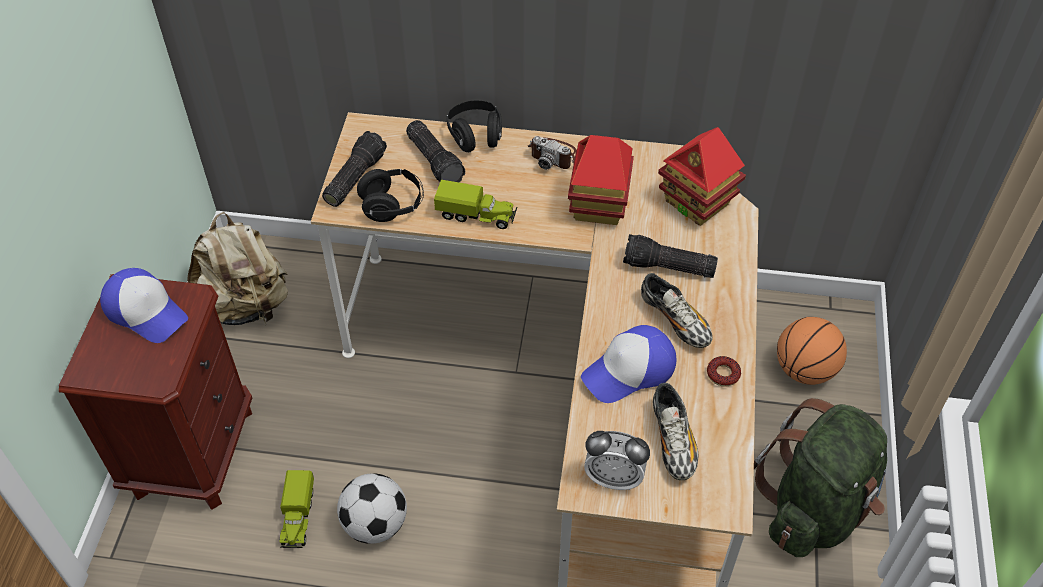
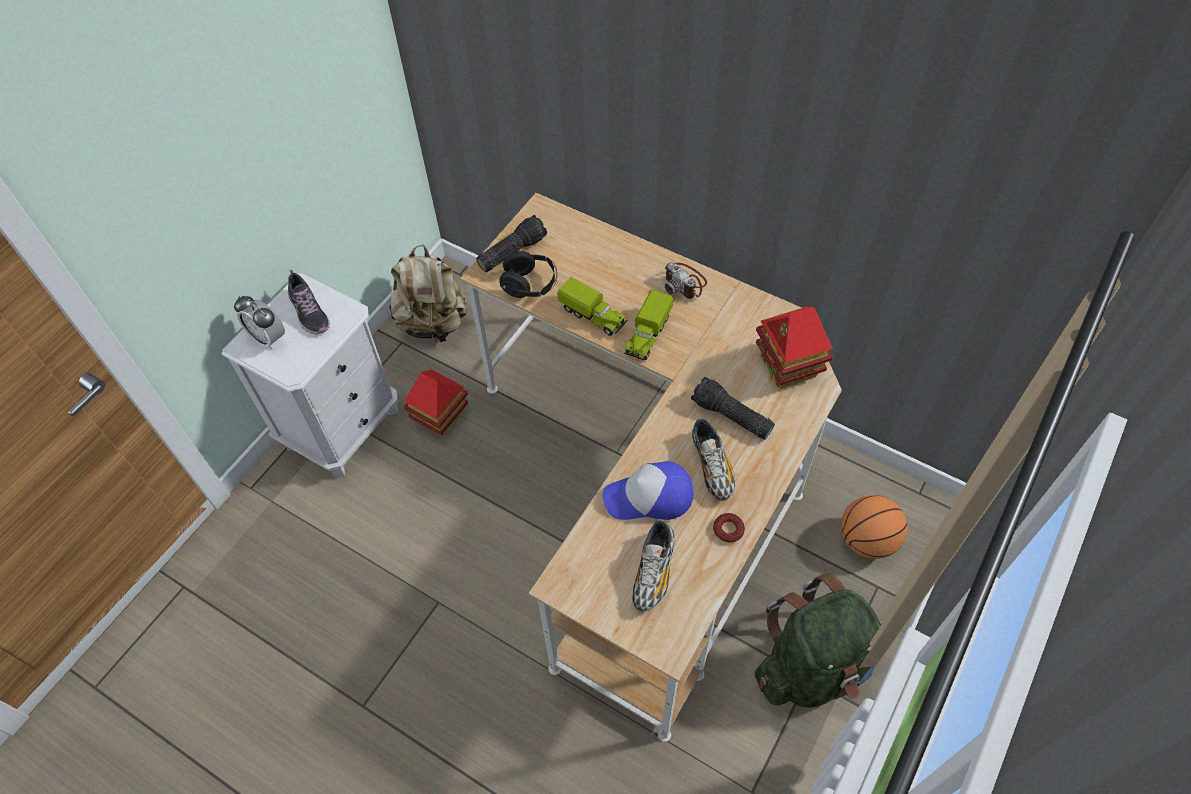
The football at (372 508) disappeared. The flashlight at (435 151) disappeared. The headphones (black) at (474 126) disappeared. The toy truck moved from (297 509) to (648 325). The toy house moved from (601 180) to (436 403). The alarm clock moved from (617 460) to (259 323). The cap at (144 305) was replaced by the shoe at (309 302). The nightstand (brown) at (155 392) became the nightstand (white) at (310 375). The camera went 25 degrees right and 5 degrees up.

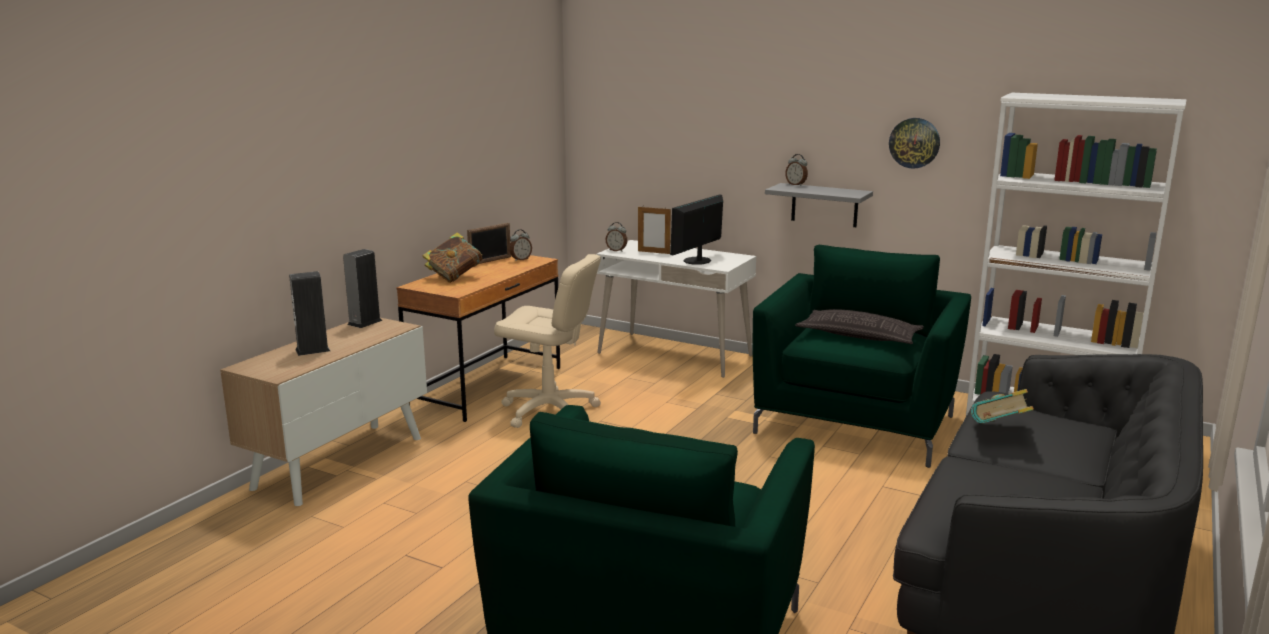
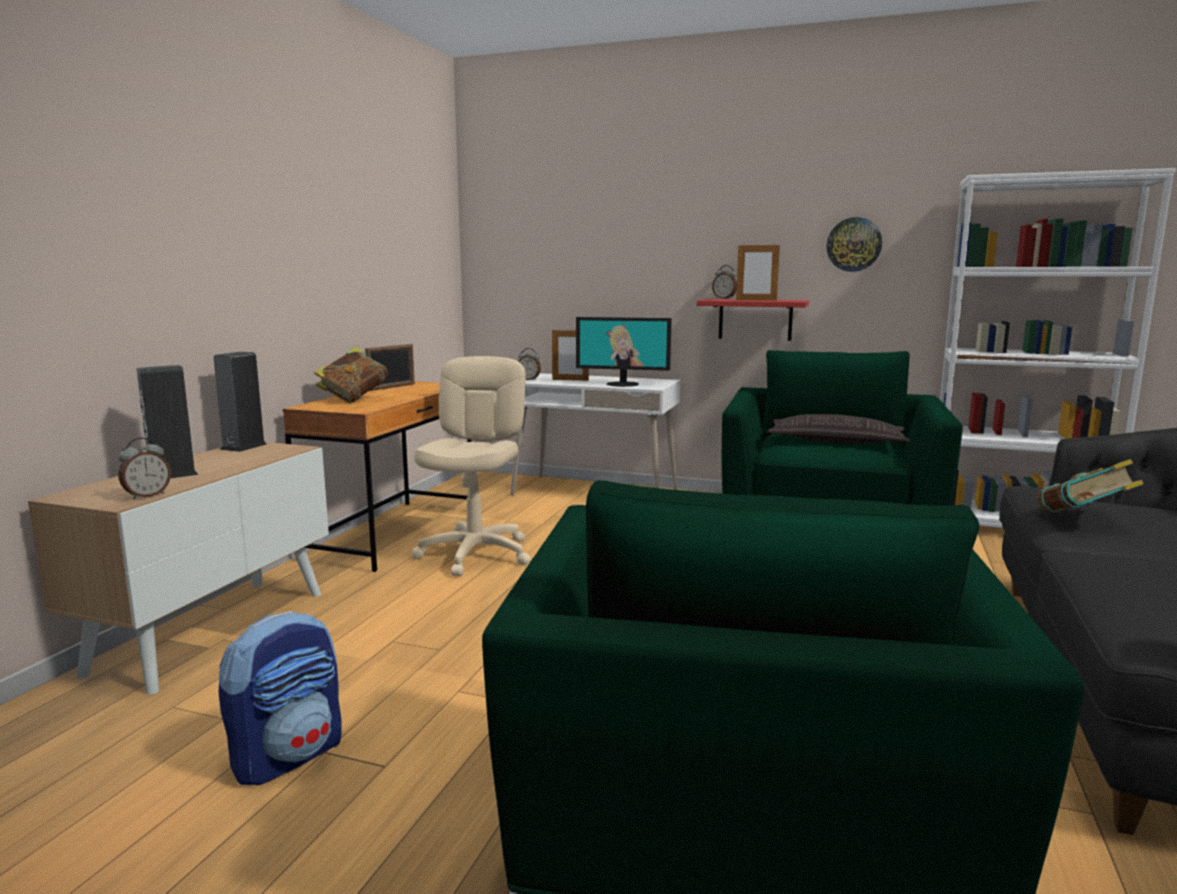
The backpack at (280 698) appeared. The picture frame at (758 271) appeared. The alarm clock moved from (520 245) to (144 469). The shelf (grey) at (819 205) became the shelf (red) at (753 320). The office chair (beige) at (547 341) turned 90 degrees counterclockwise. The monitor at (696 229) turned 105 degrees counterclockwise. The camera went 10 degrees left and 5 degrees down.

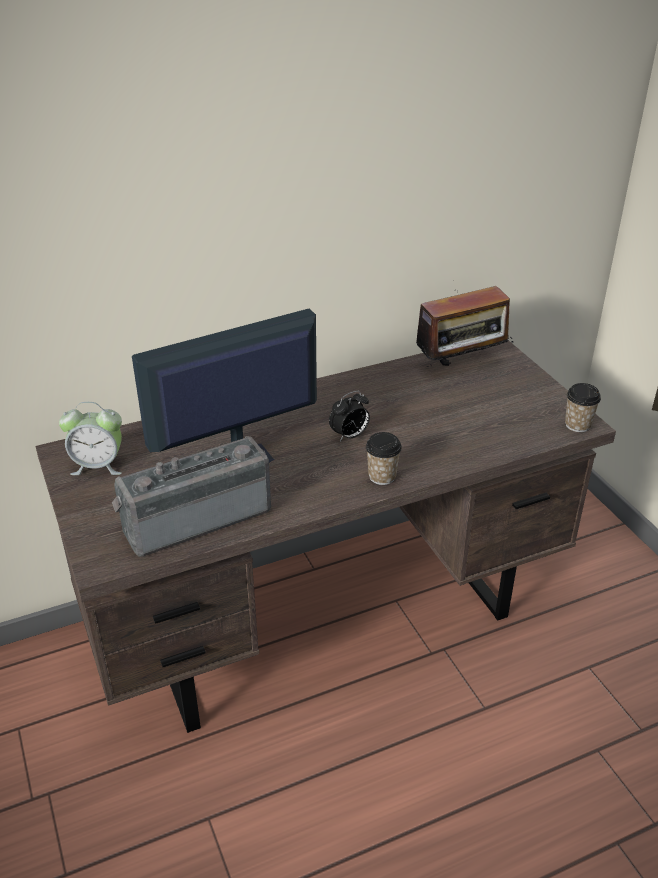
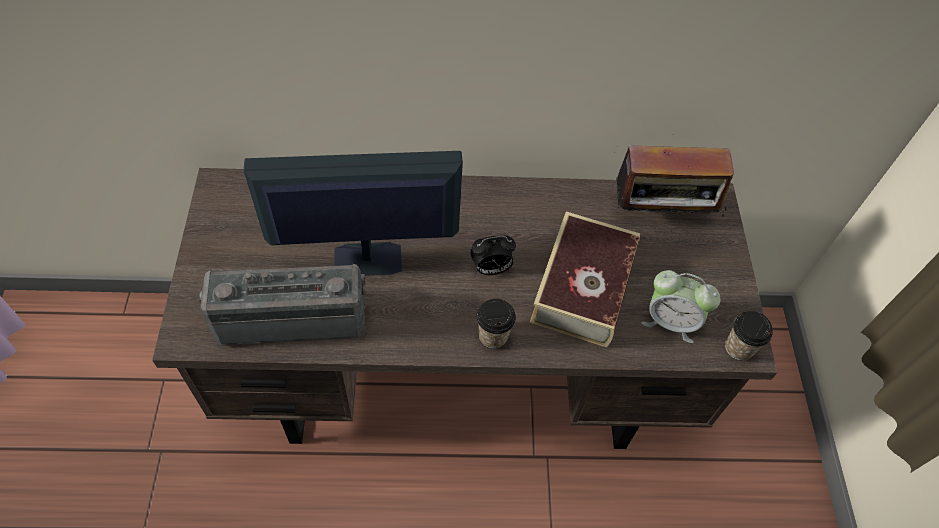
The book at (584 279) appeared. The alarm clock moved from (90 438) to (681 306). The camera went 20 degrees right and 20 degrees up.

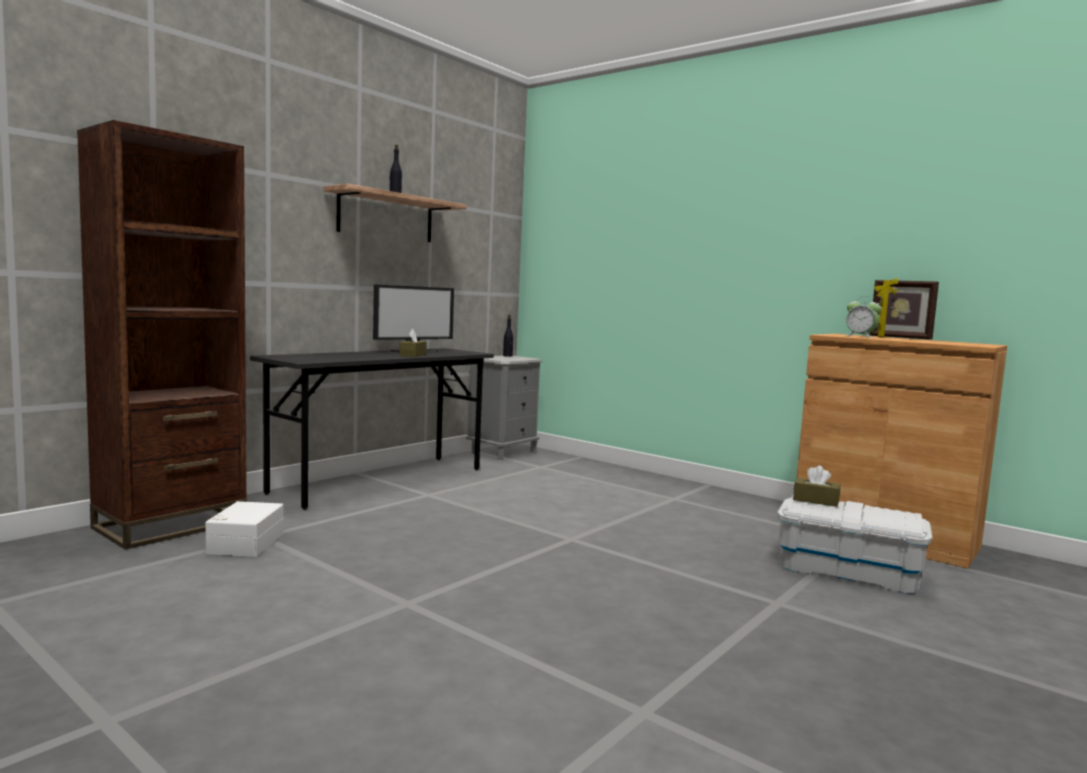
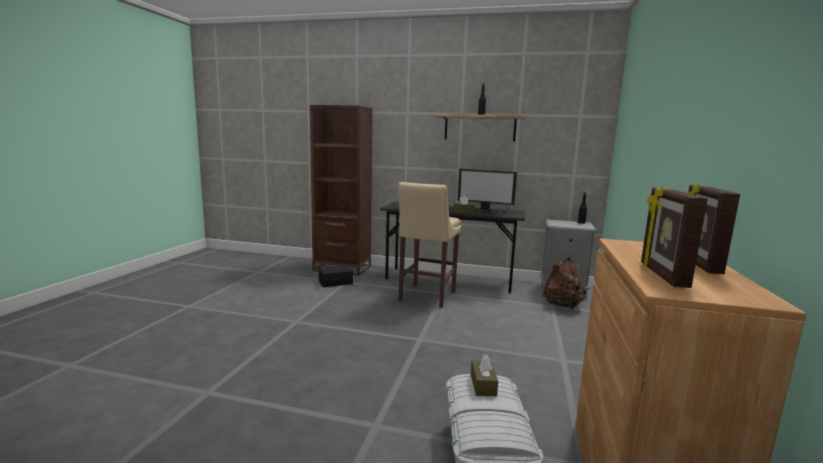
The alarm clock at (864 317) disappeared. The stool (beige) at (429 245) appeared. The backpack (brown) at (564 283) appeared. The picture frame at (674 237) appeared. The storage box (white) at (244 529) became the storage box (black) at (335 276). The camera went 65 degrees right and 5 degrees up.

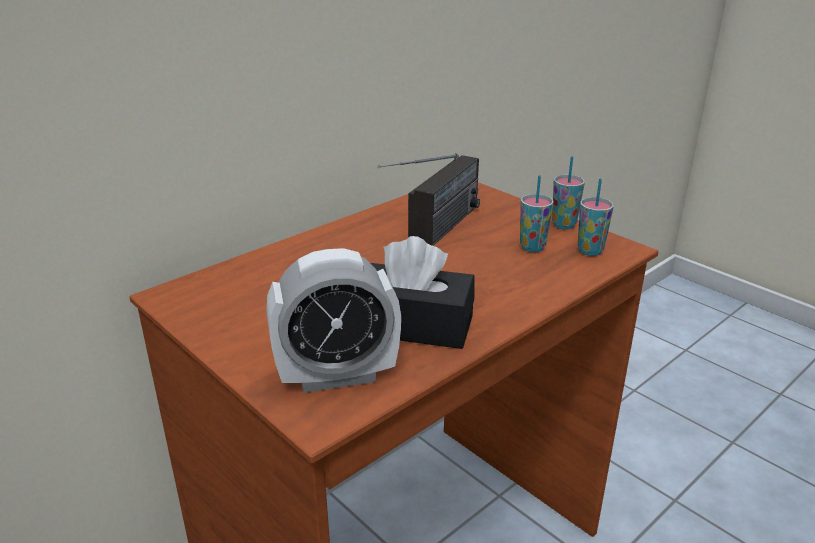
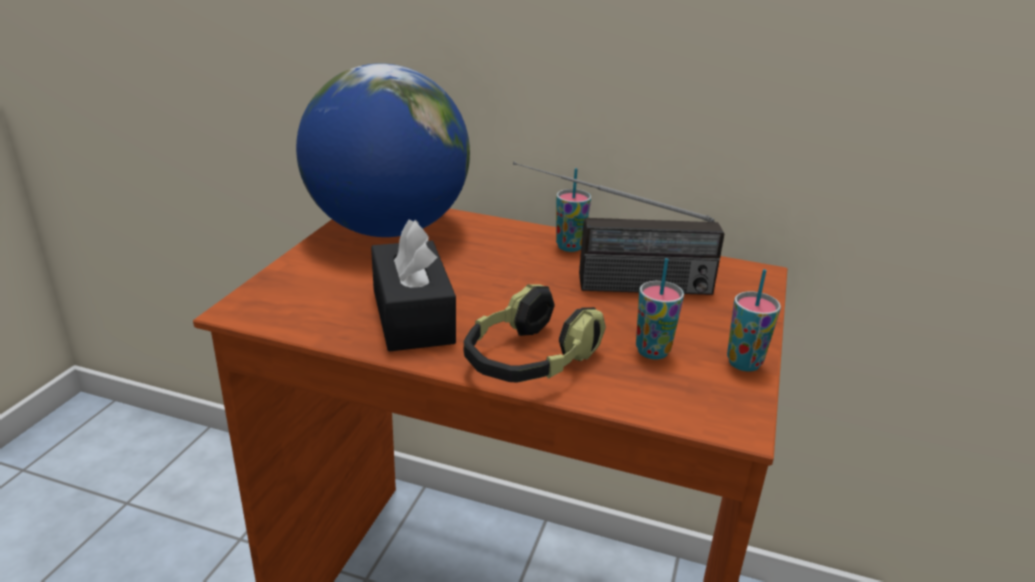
The alarm clock at (333 320) disappeared. The globe at (383 150) appeared. The headphones at (535 333) appeared. The cup moved from (596 217) to (573 210). The camera went 60 degrees right and 0 degrees up.

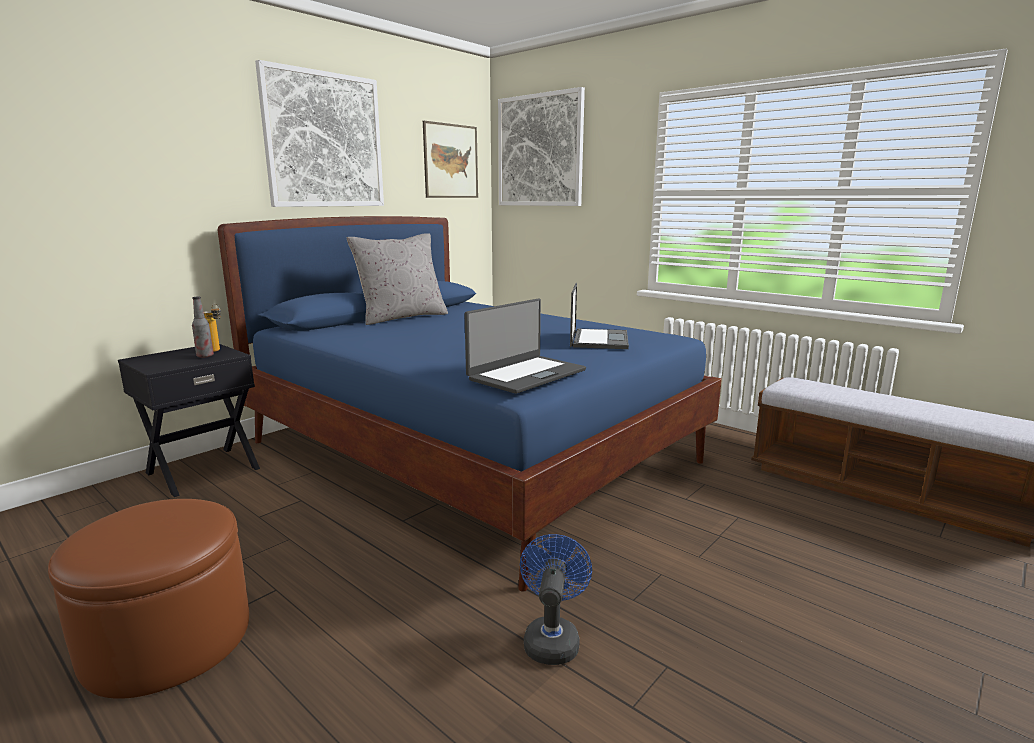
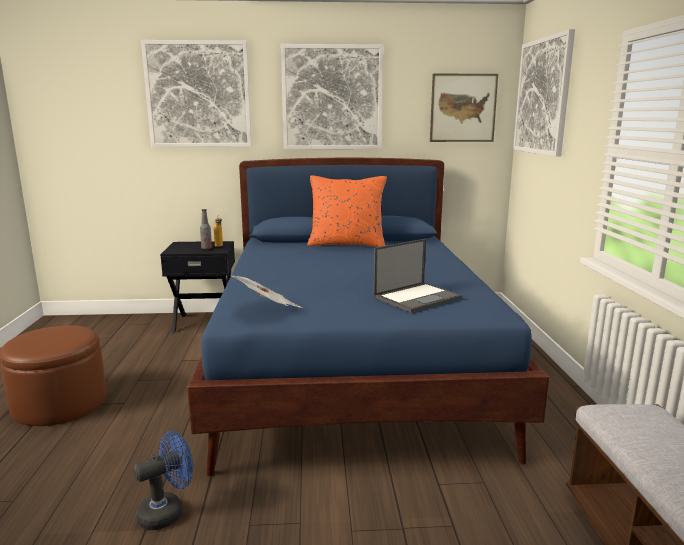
The picture at (196 93) appeared. The laptop at (525 346) was replaced by the newspaper at (267 292). The pillow (grey) at (397 279) became the pillow (orange) at (347 211). The camera went 45 degrees right and 0 degrees up.

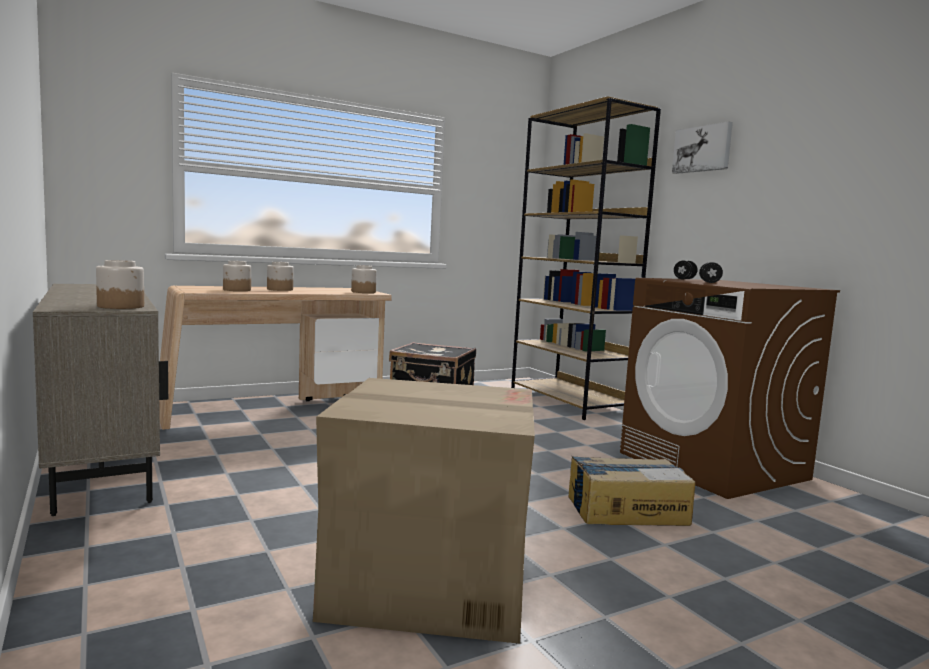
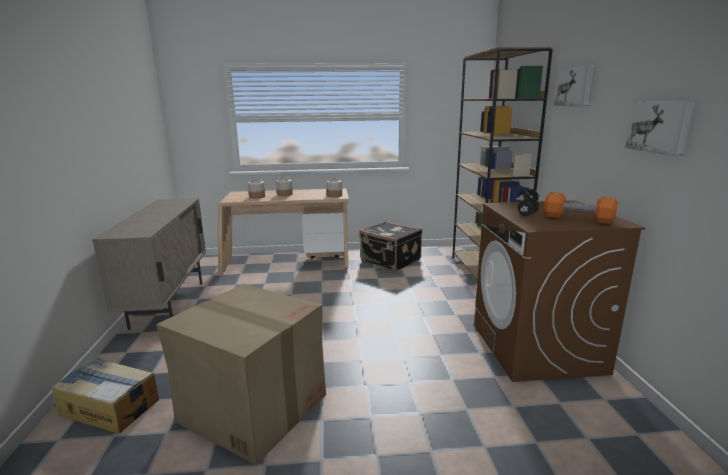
The jar at (120 284) disappeared. The dumbbell (orange) at (581 208) appeared. The picture at (659 128) appeared. The cardboard box moved from (632 491) to (105 396). The camera went 25 degrees right and 10 degrees up.

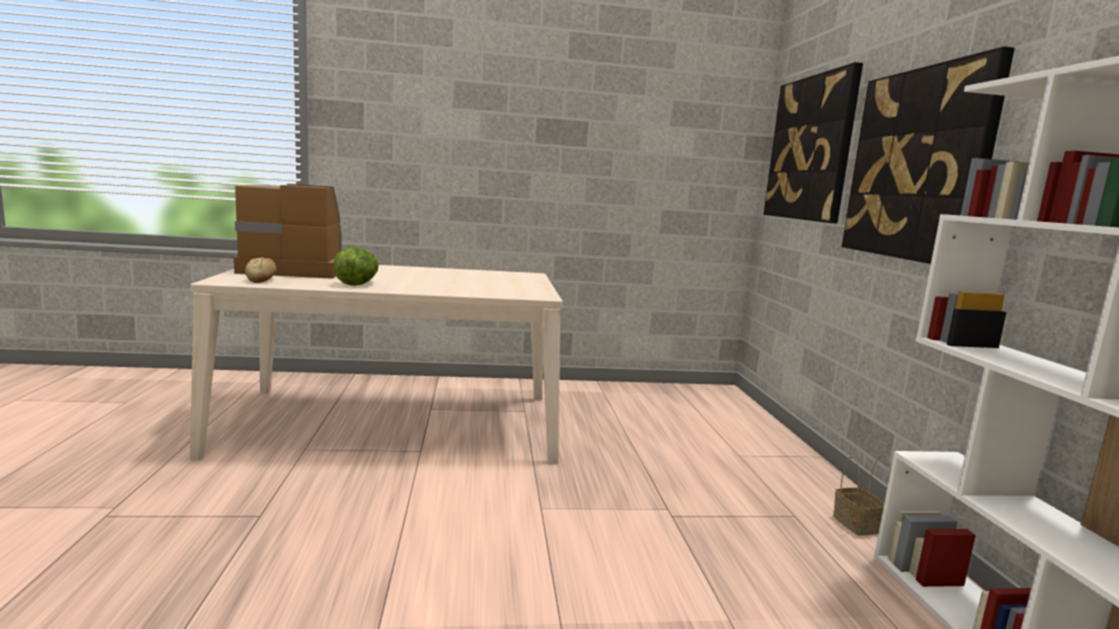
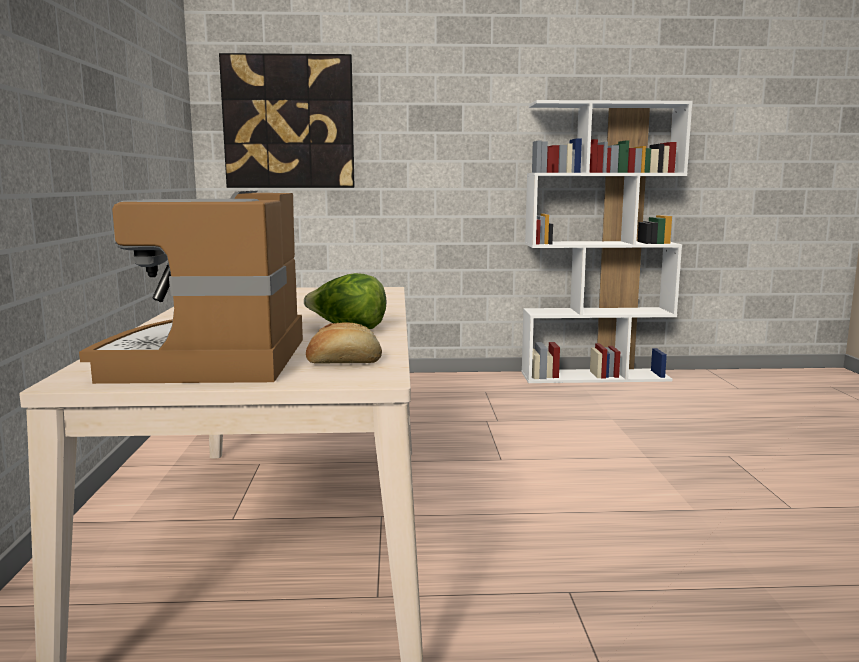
The basket at (862 495) disappeared. The picture at (928 155) disappeared. The camera went 85 degrees left and 0 degrees up.

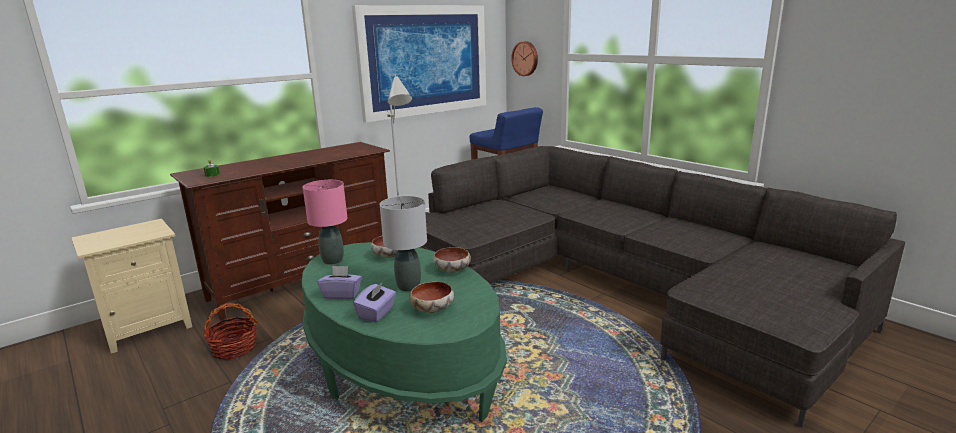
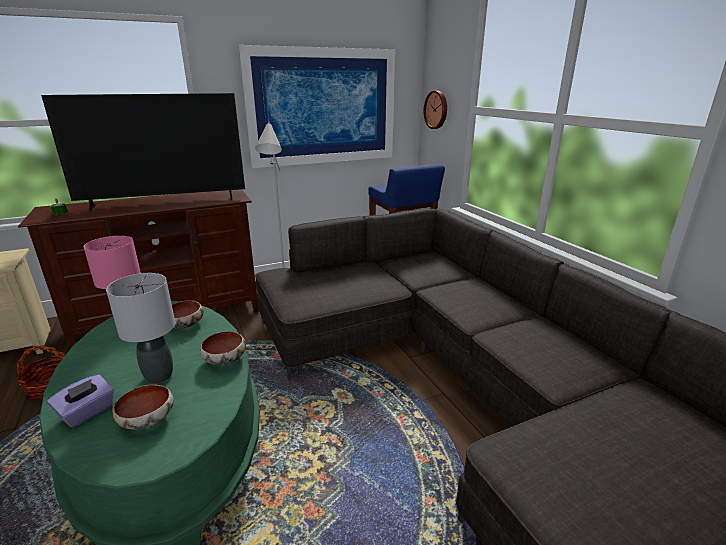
The tissue box (purple) at (339 282) disappeared. The television at (143 152) appeared. The camera went 15 degrees right and 5 degrees up.

